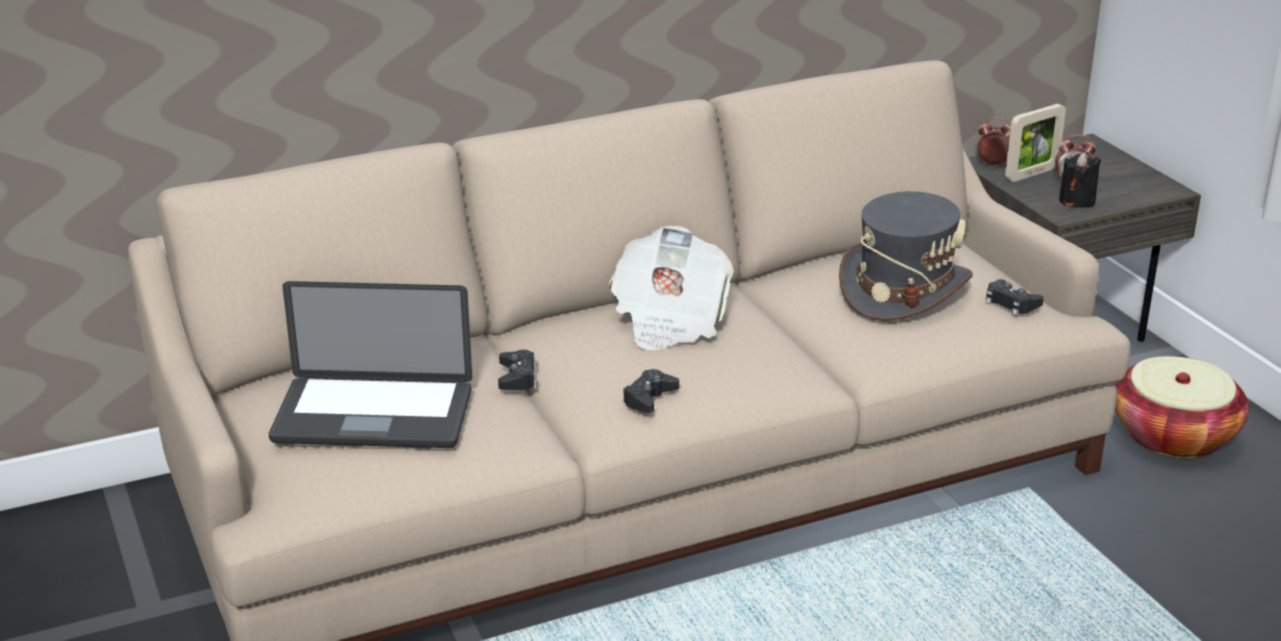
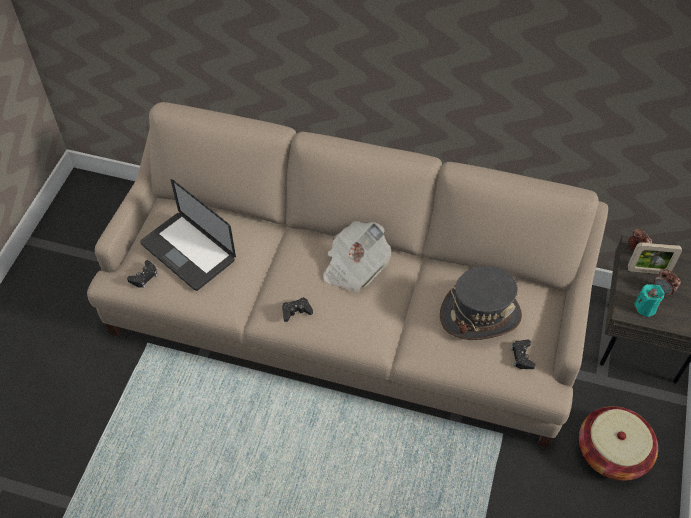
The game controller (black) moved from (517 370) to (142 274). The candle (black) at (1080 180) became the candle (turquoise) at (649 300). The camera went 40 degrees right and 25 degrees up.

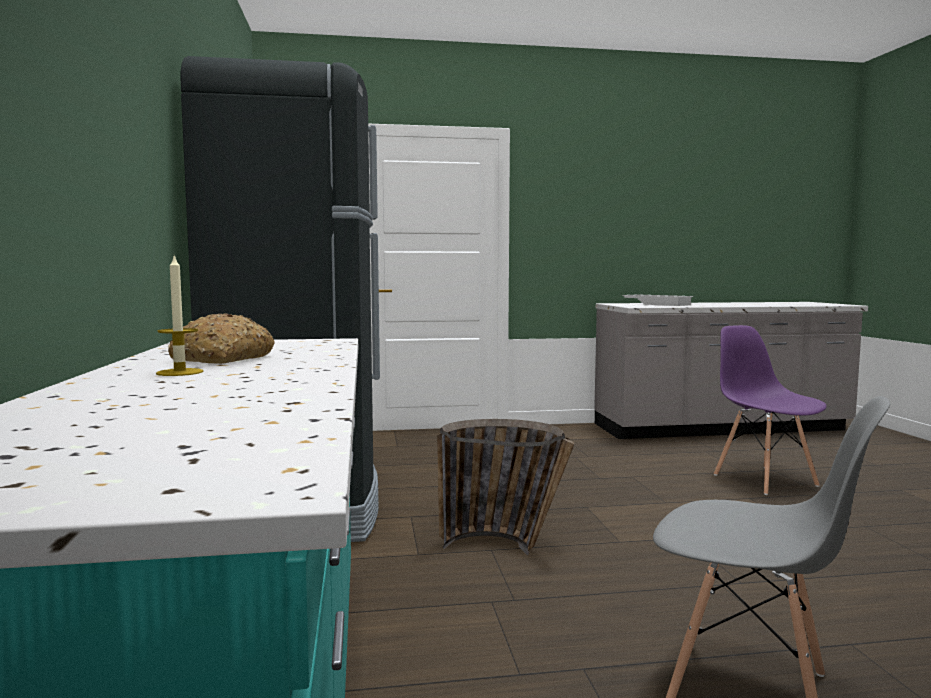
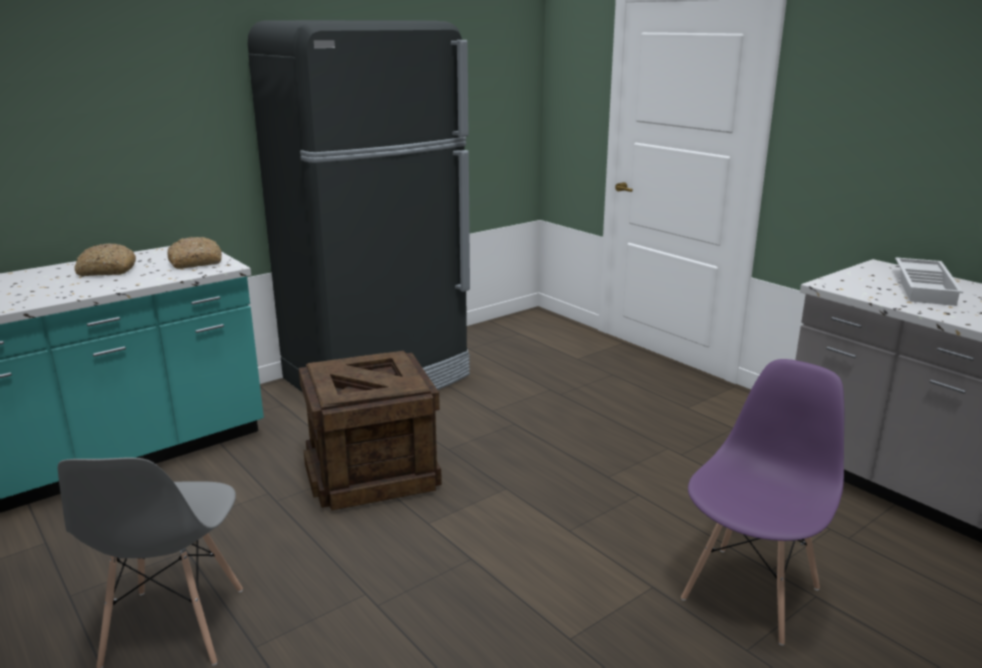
The candle at (179 315) disappeared. The bread at (194 253) appeared. The basket at (506 487) was replaced by the crate at (370 431). The camera went 60 degrees right and 15 degrees up.

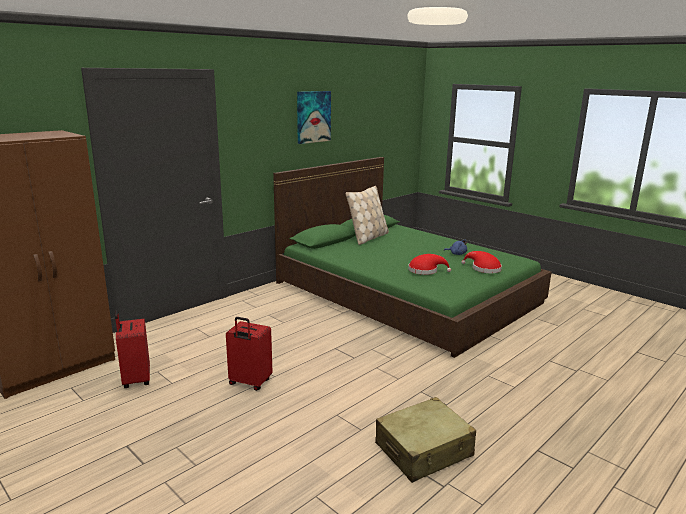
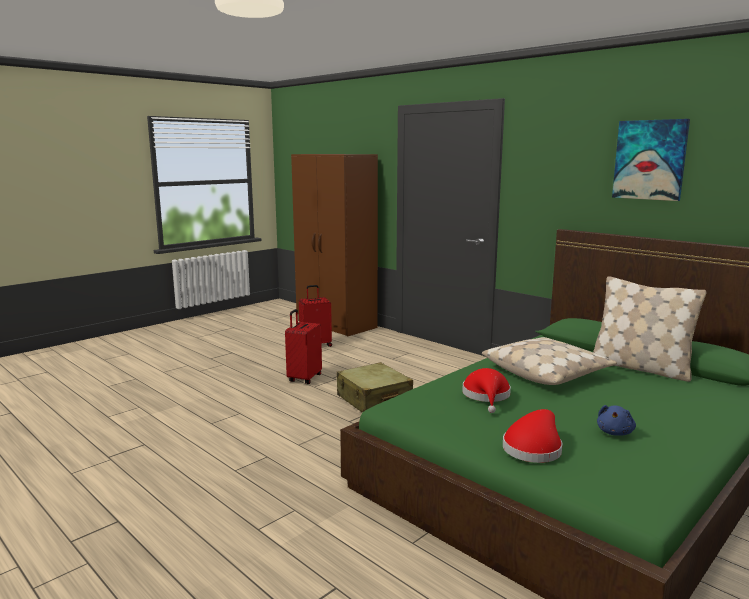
The pillow (beige) at (549 361) appeared. The suitcase (beige) moved from (425 440) to (374 387). The camera went 90 degrees right and 5 degrees down.

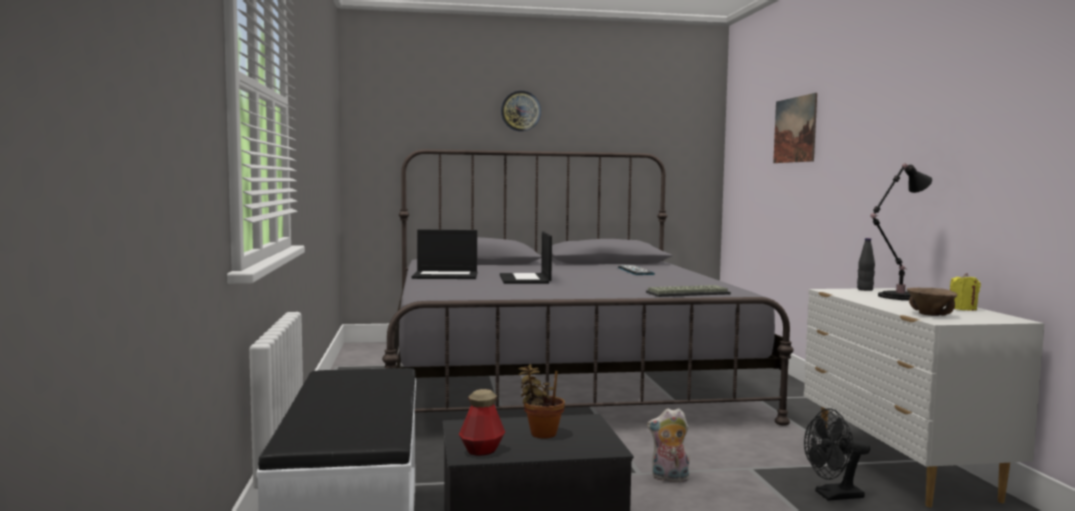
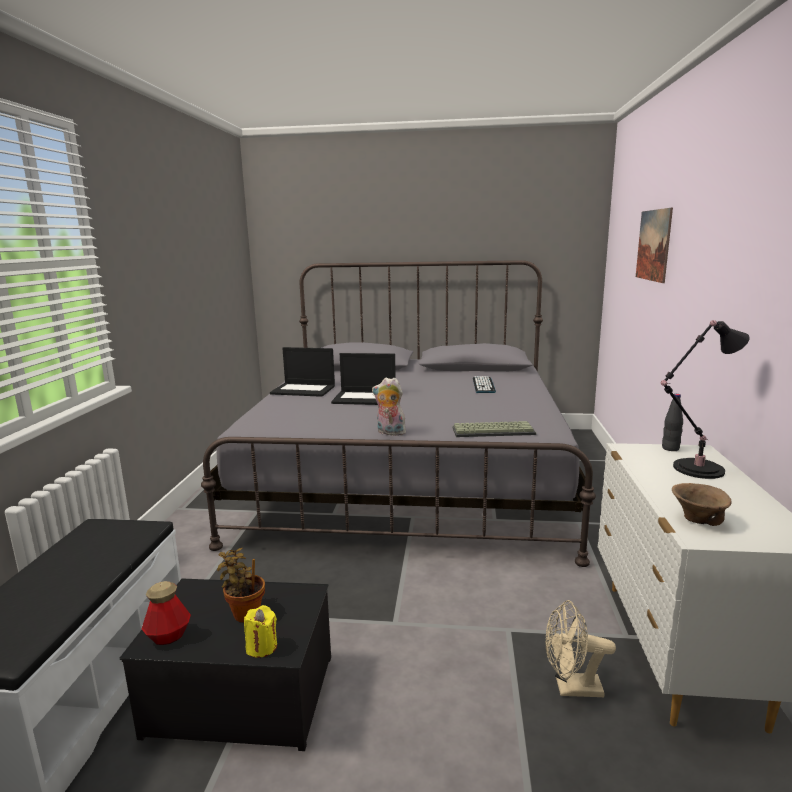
The wall clock at (521 111) disappeared. The plush toy moved from (668 445) to (389 406). The candle (yellow) moved from (965 292) to (260 631). The fan (black) at (837 454) became the fan (beige) at (580 648). The laptop at (526 257) turned 90 degrees counterclockwise. The camera went 15 degrees right and 10 degrees up.

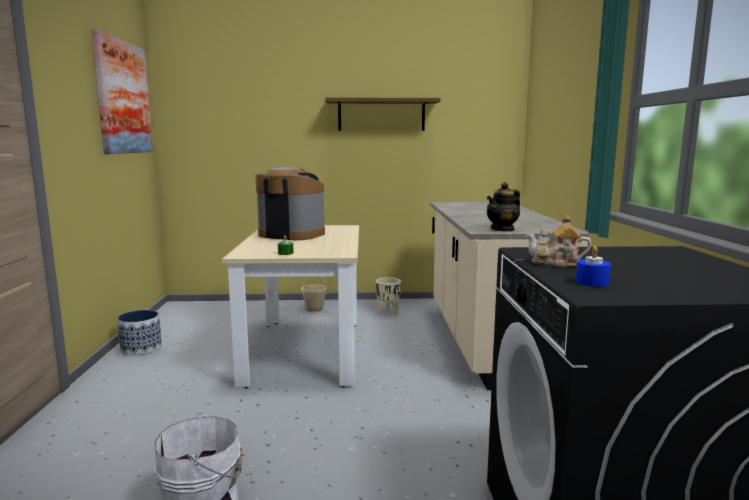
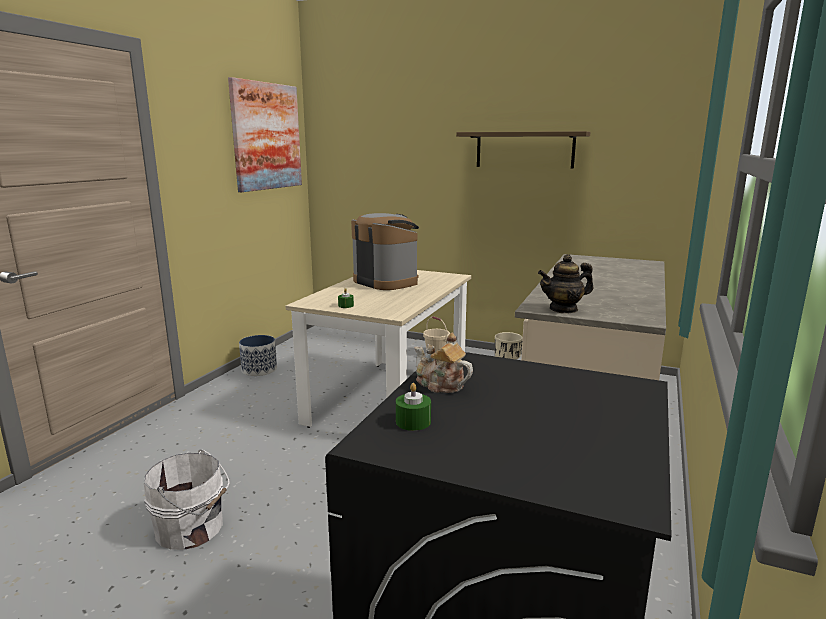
The candle (blue) at (593 266) became the candle (green) at (413 407). The camera went 25 degrees right and 5 degrees up.

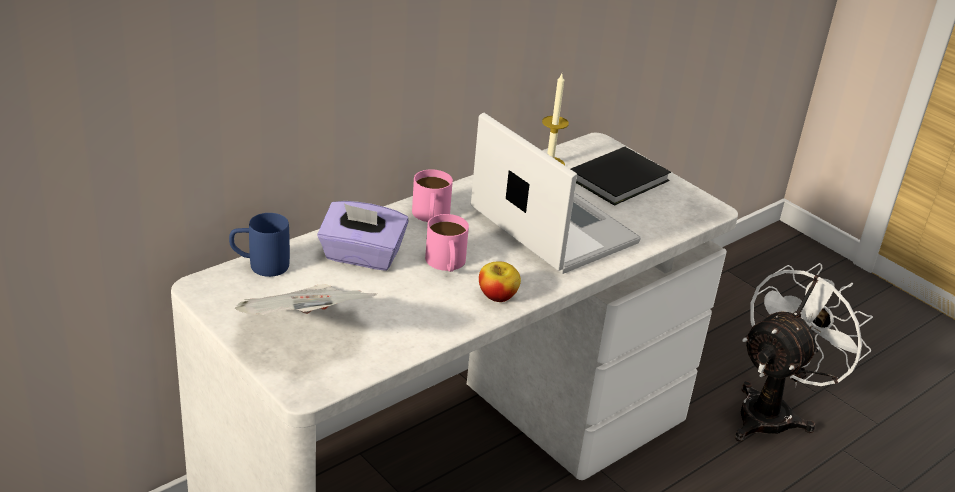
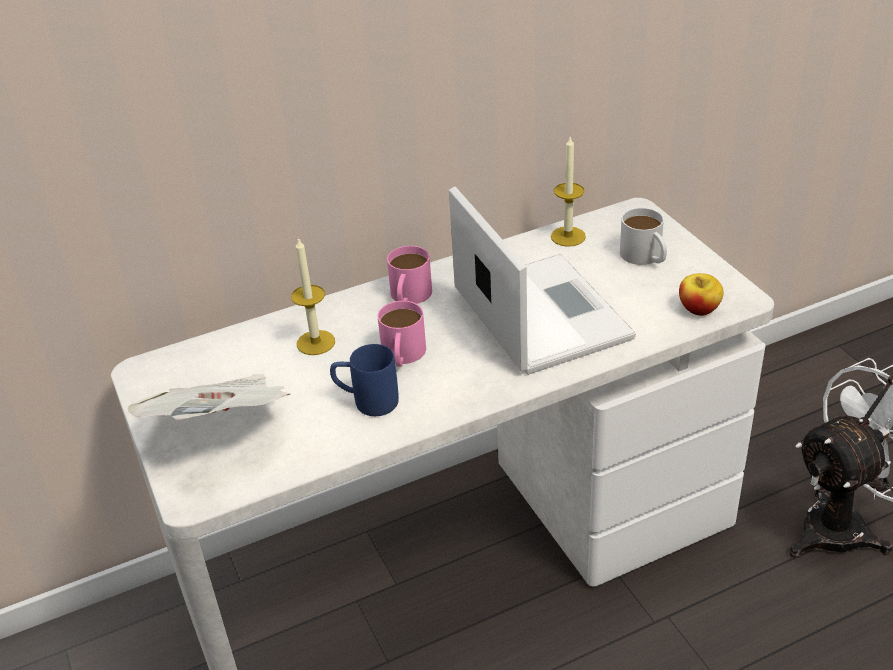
The mug (blue) moved from (259 245) to (364 380). The apple moved from (500 281) to (701 294). The tissue box (purple) at (363 236) was replaced by the candle at (313 296). The book (black) at (621 176) was replaced by the mug (white) at (643 236). The camera went 20 degrees right and 5 degrees up.

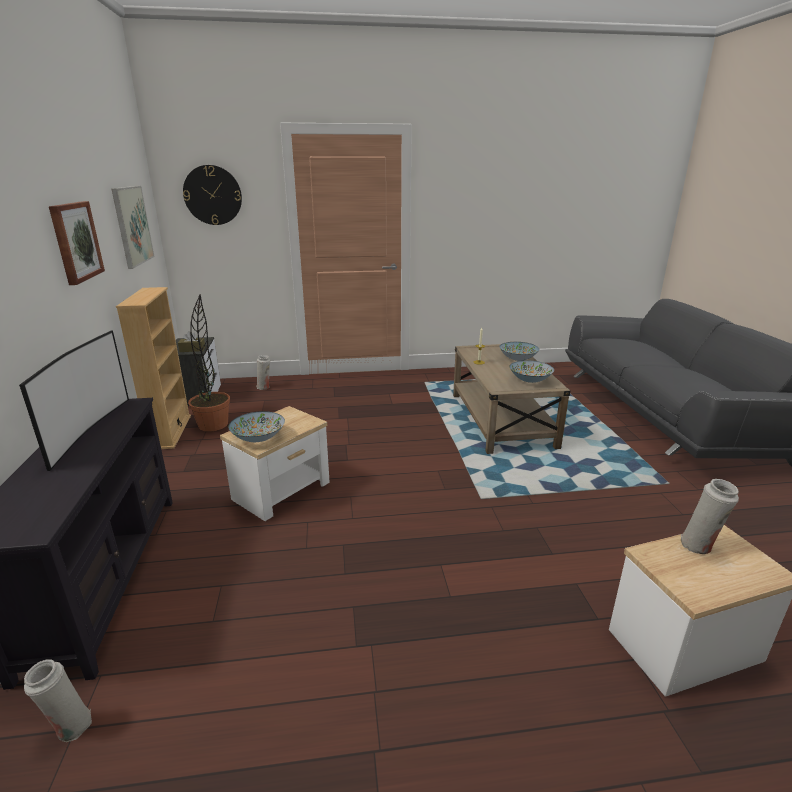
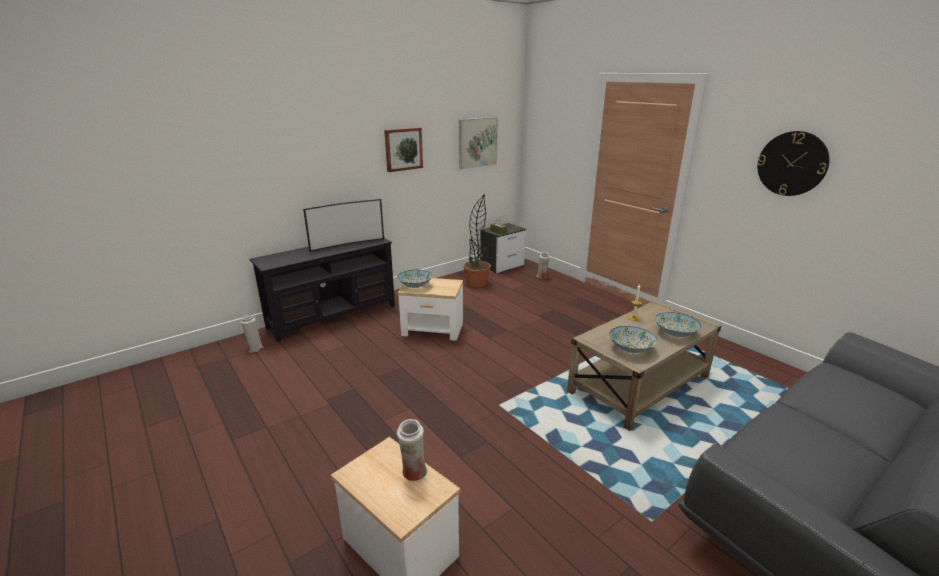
The bookcase (beige) at (153 368) disappeared. The wall clock moved from (212 195) to (793 163). The camera went 60 degrees right and 0 degrees up.

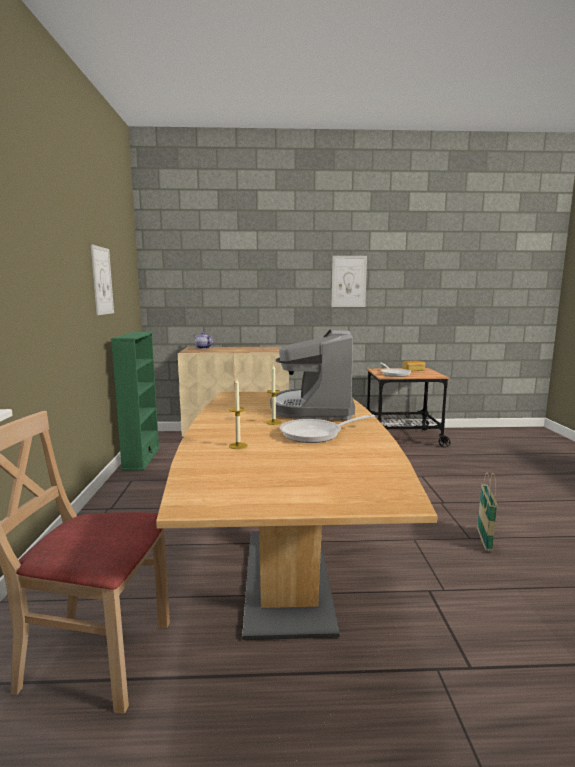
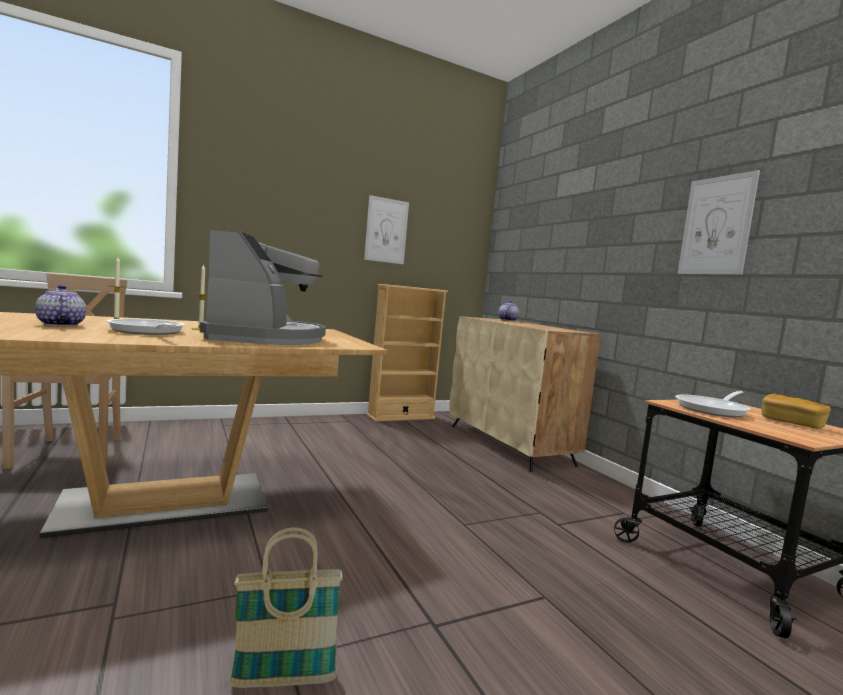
The teapot at (60 305) appeared. The bookcase (green) at (135 401) became the bookcase (beige) at (407 353). The coffee machine at (312 374) turned 105 degrees clockwise. The camera went 65 degrees right and 5 degrees down.

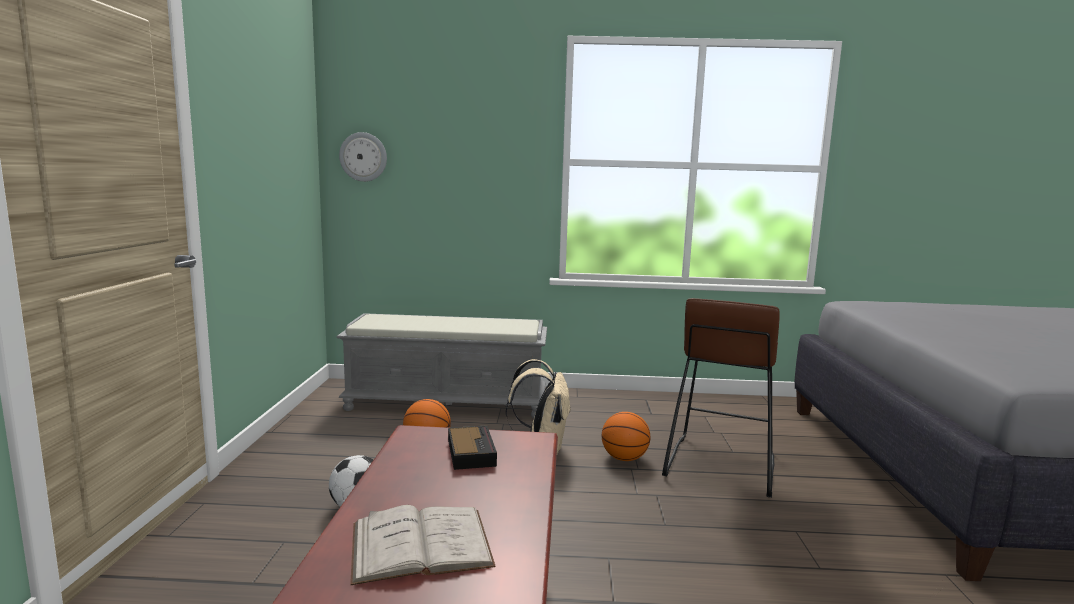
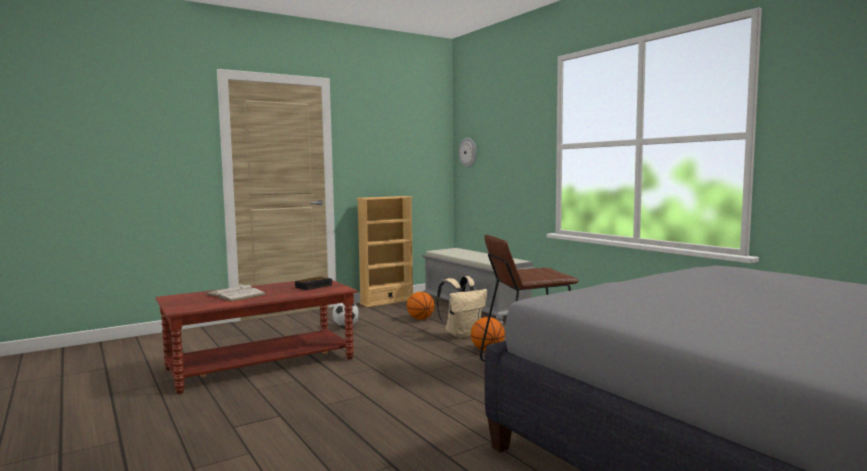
The bookcase (beige) at (385 251) appeared. The camera went 55 degrees right and 5 degrees down.

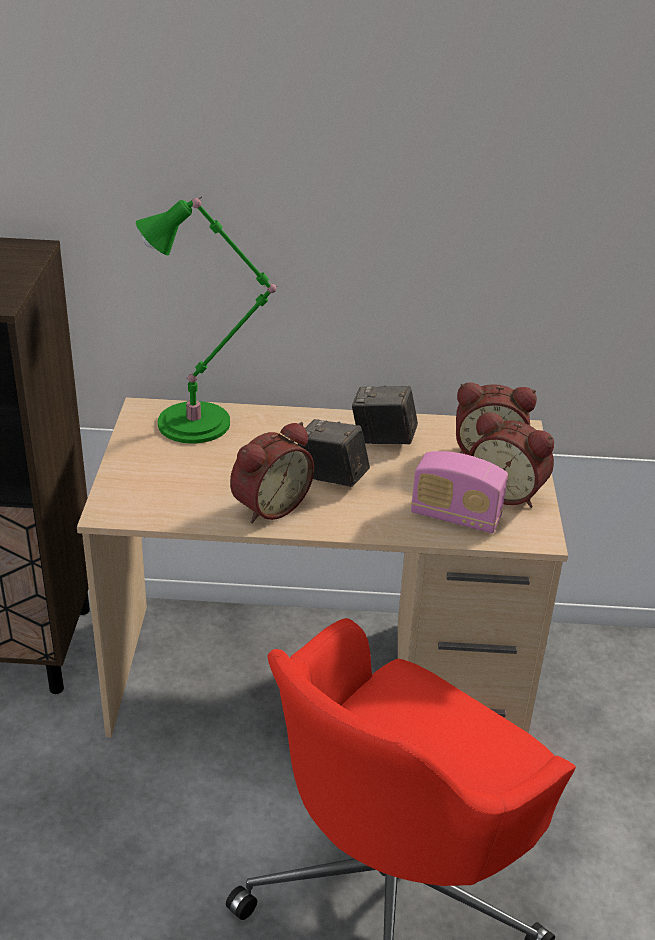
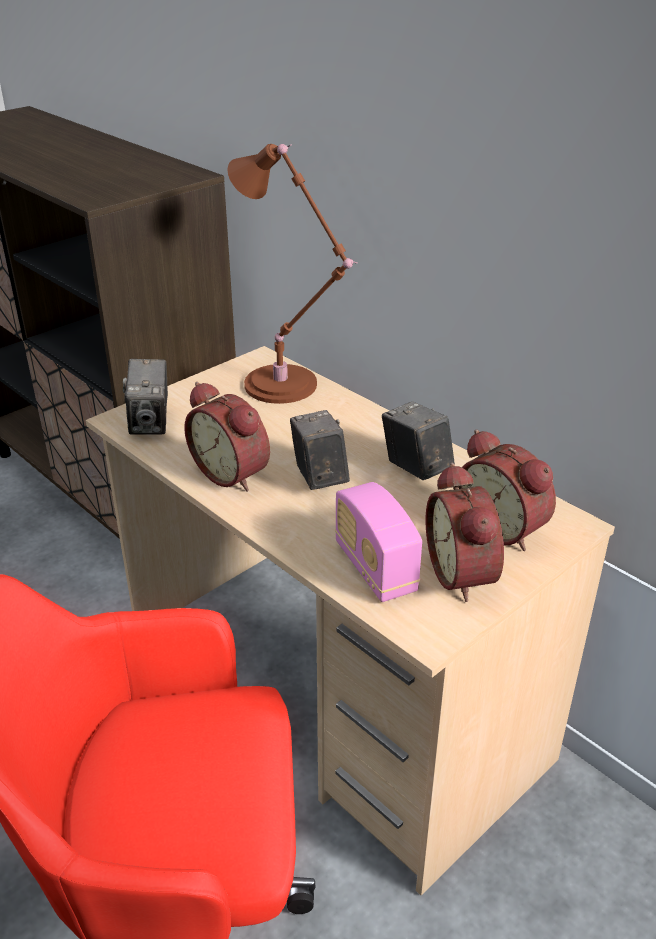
The photo camera at (145 397) appeared. The table lamp (green) at (207 320) became the table lamp (brown) at (293 274). The alarm clock at (272 472) turned 45 degrees clockwise. The camera went 45 degrees right and 0 degrees up.

